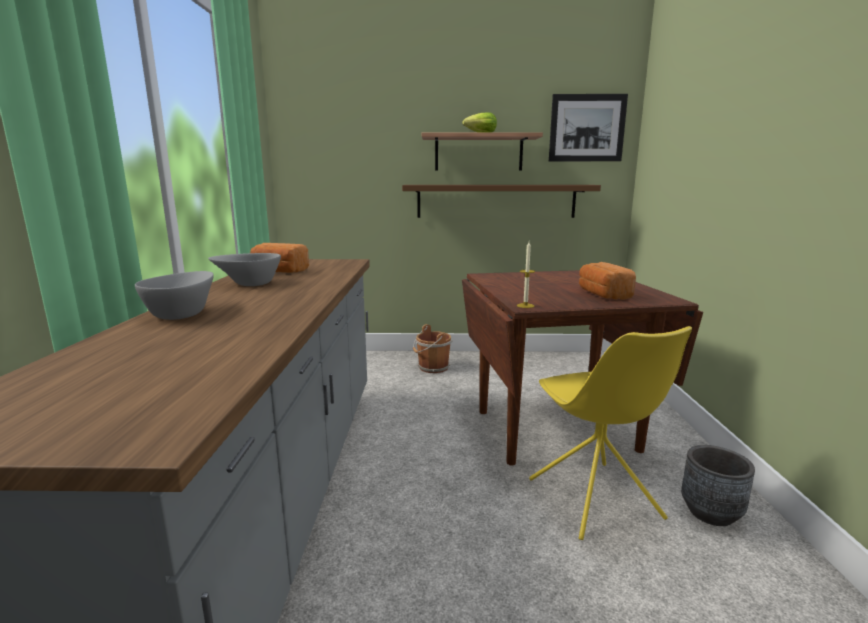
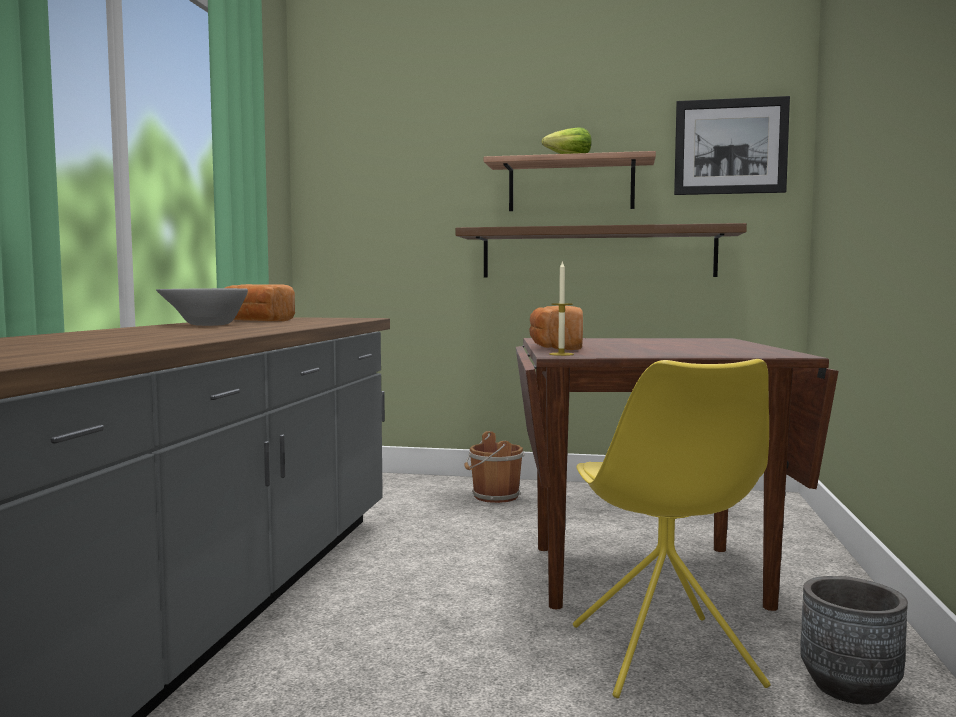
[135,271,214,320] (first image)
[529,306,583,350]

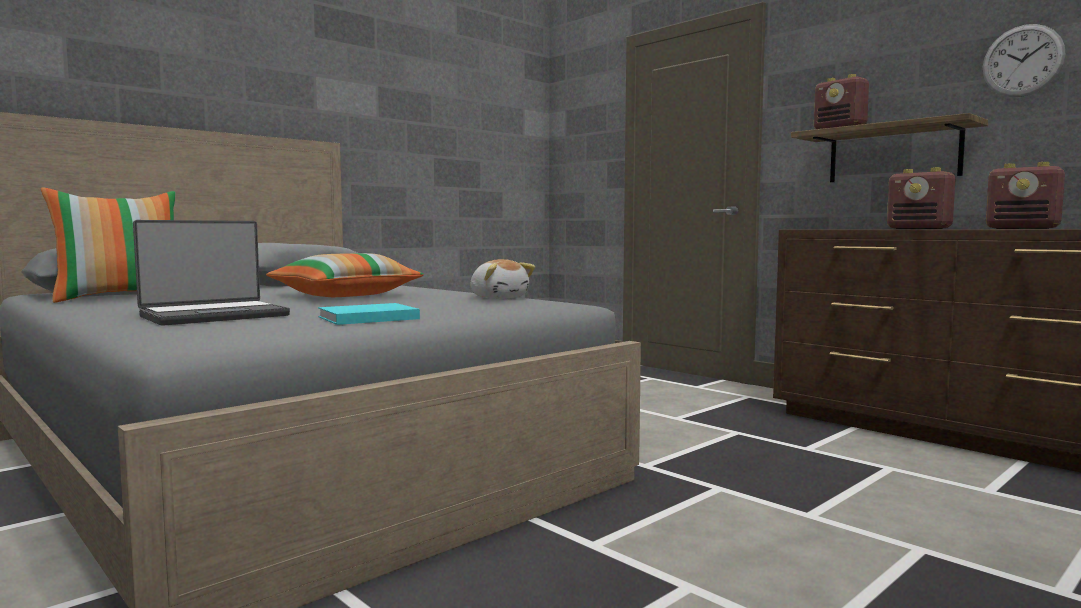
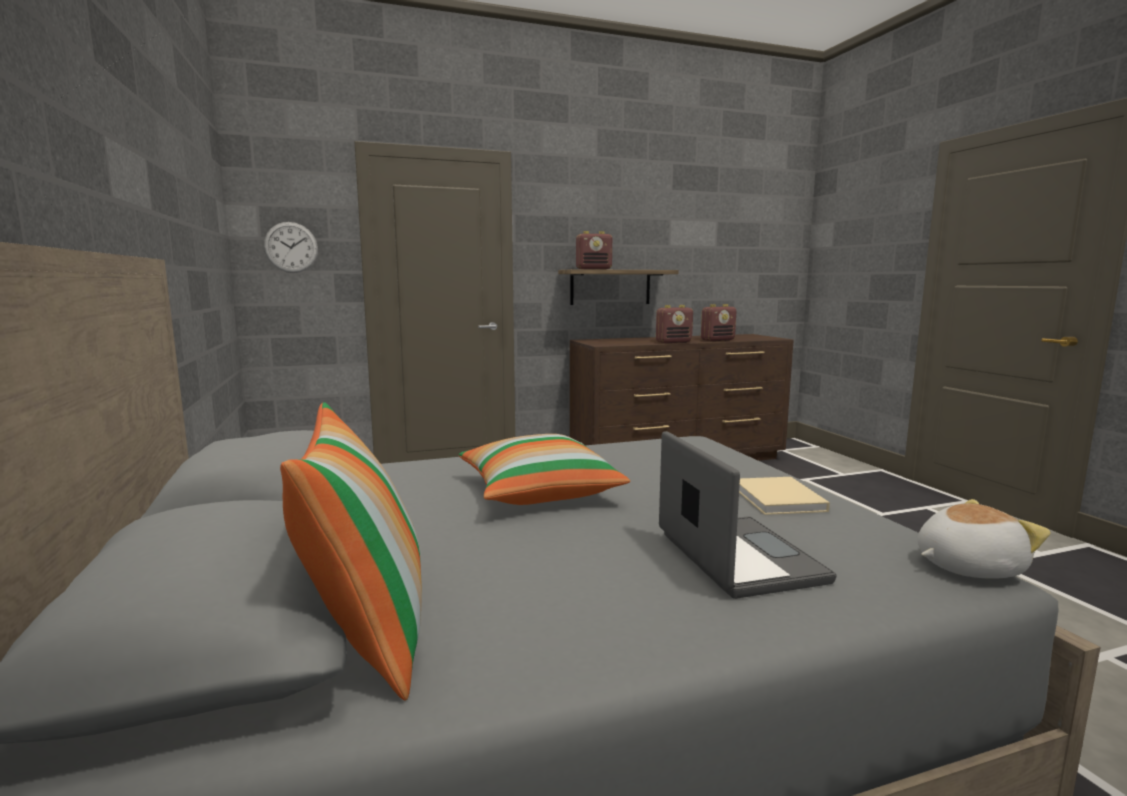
[917,499,1051,579]
[264,222,318,273]
[739,477,830,515]

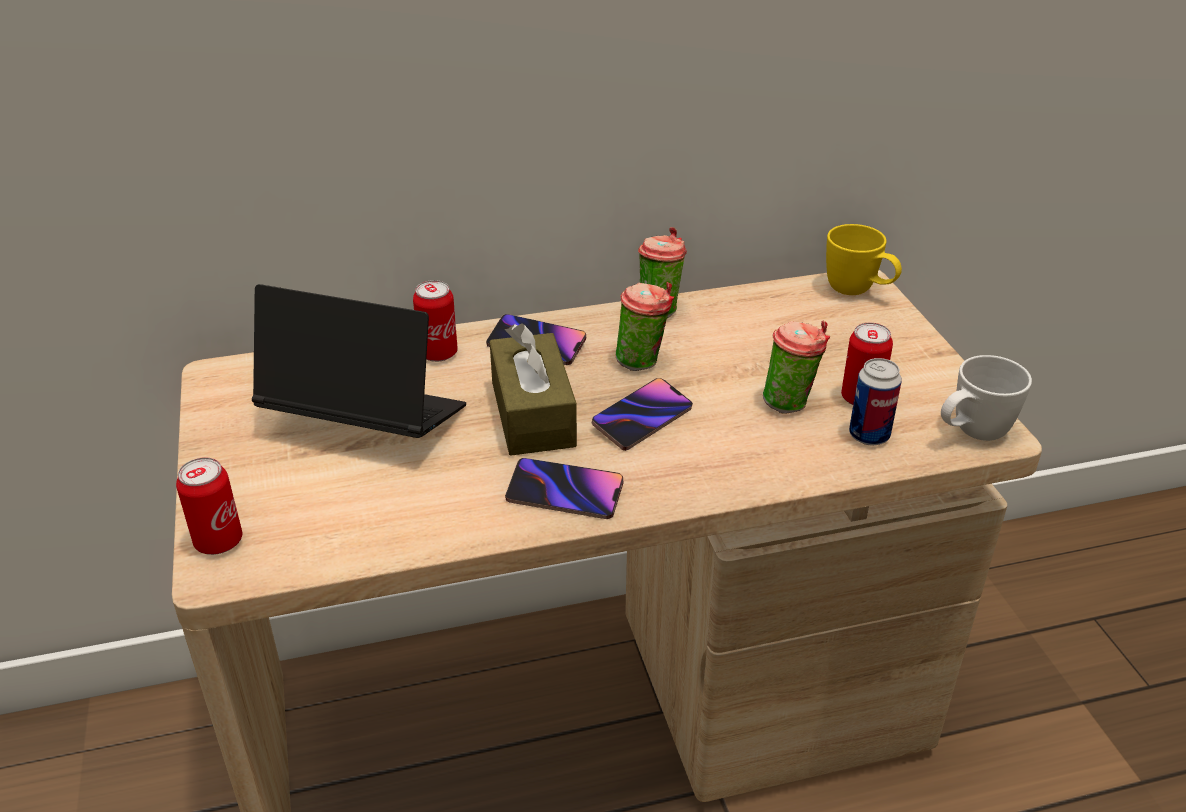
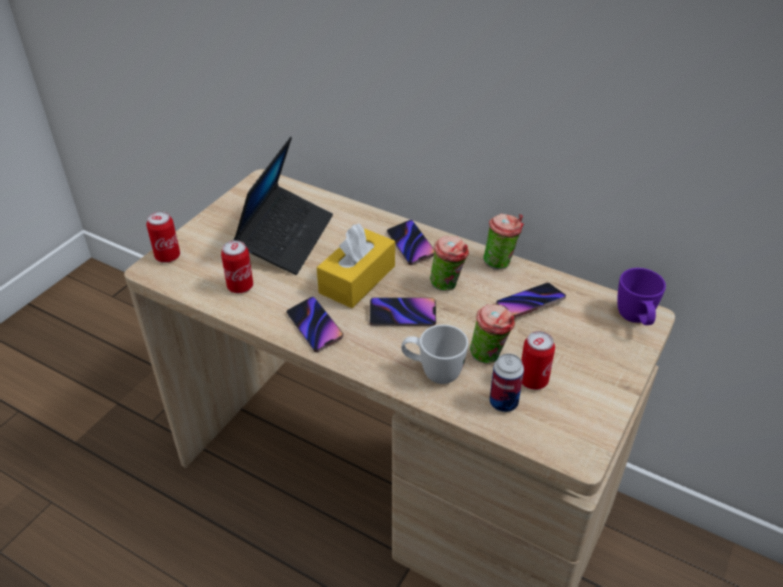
[496,283,566,318]
[221,240,253,293]
[401,325,468,384]
[317,224,395,308]
[617,268,666,325]
[233,137,333,275]

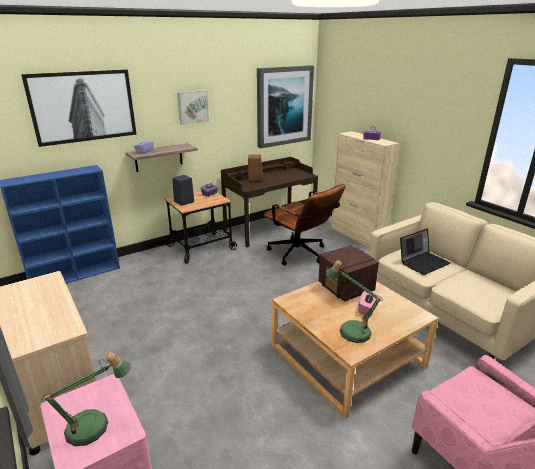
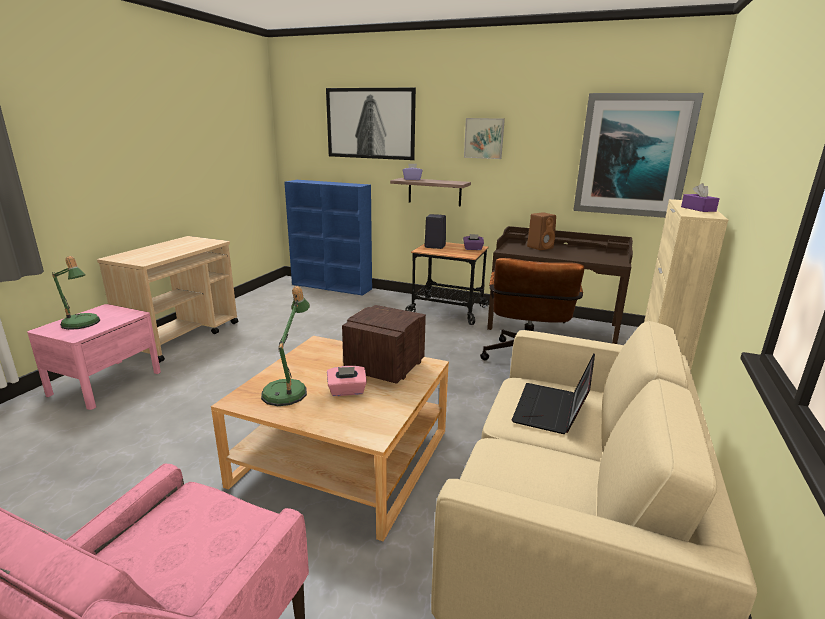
[512,354,595,434]

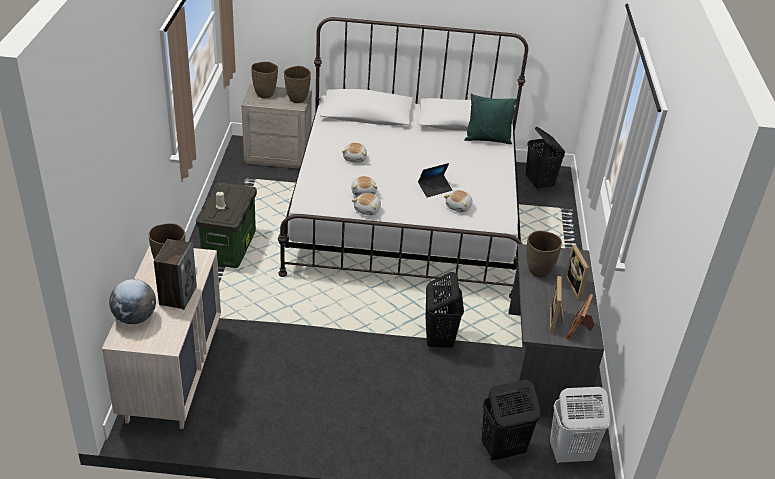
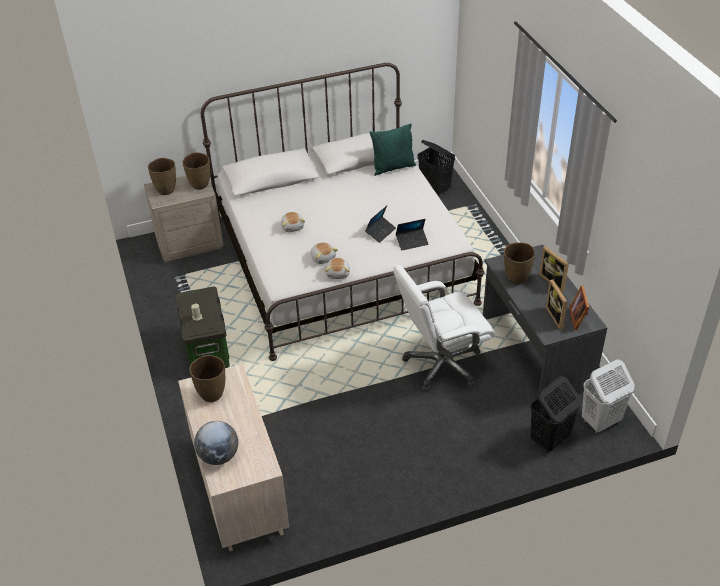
[154,239,197,310] (first image)
[393,265,496,391]
[396,219,429,251]

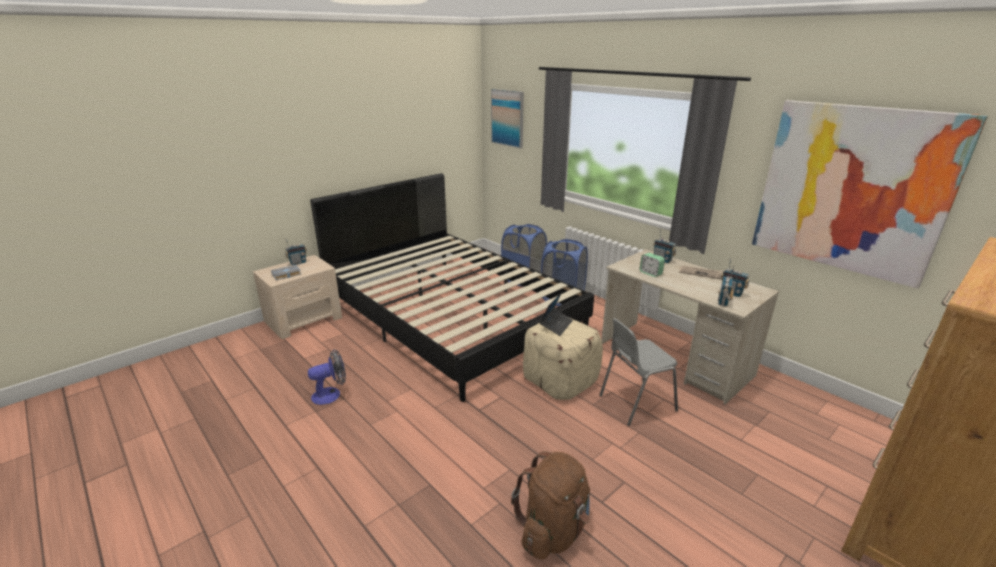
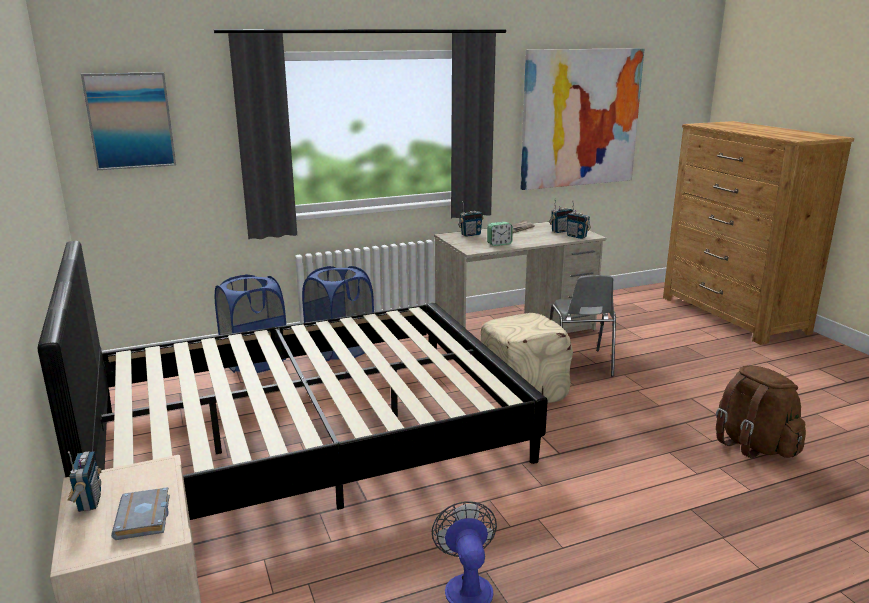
[540,292,573,336] (first image)

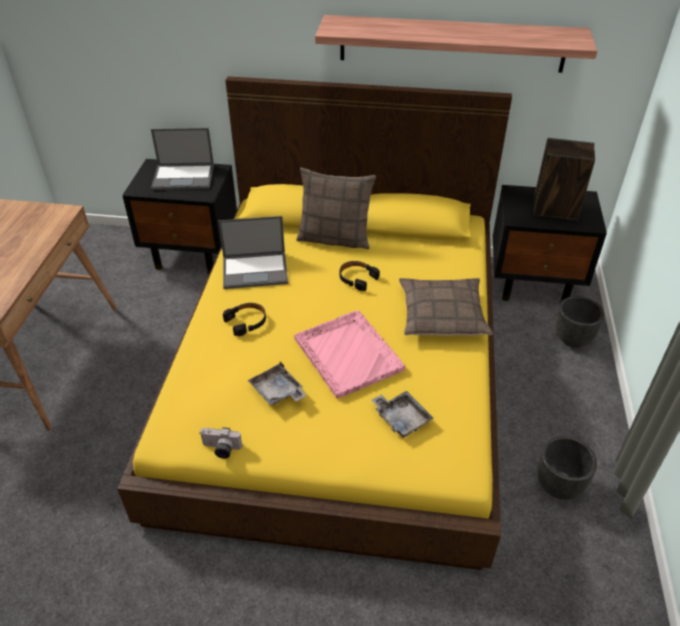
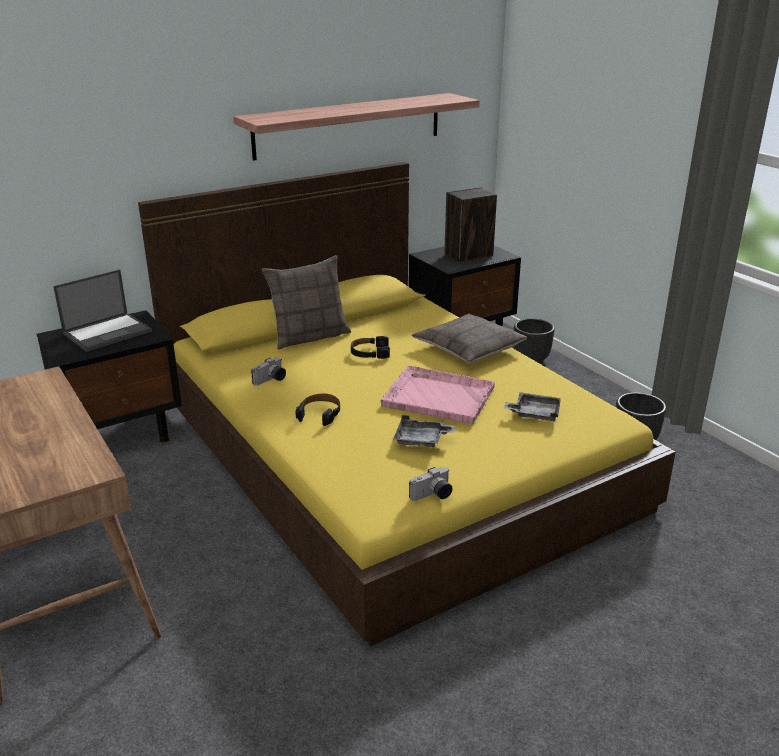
[251,357,286,386]

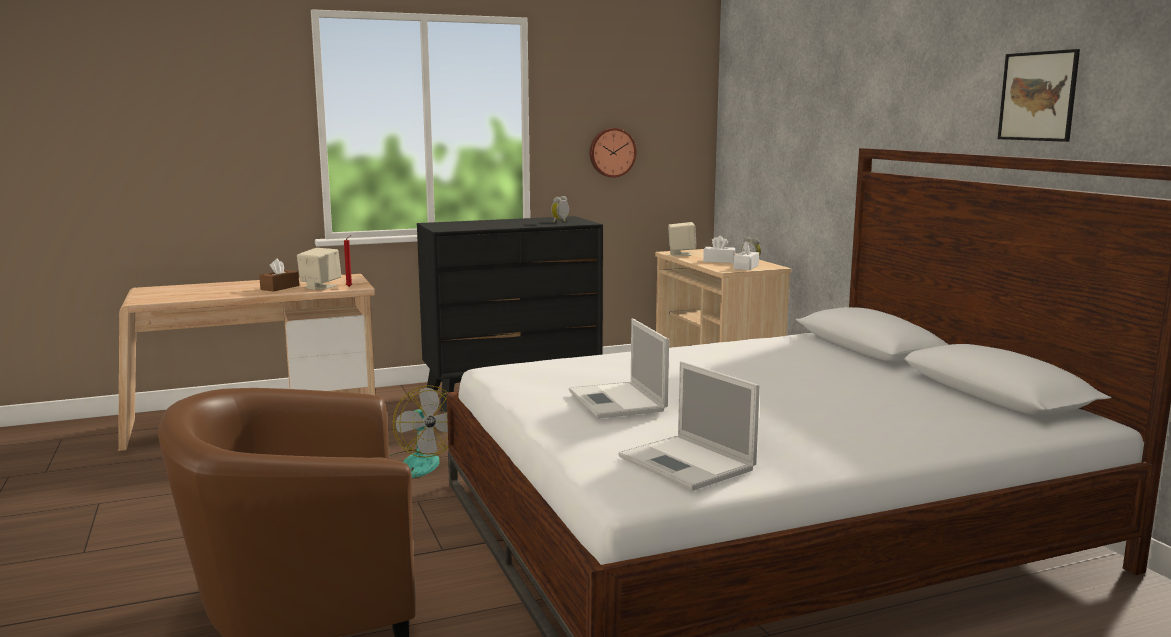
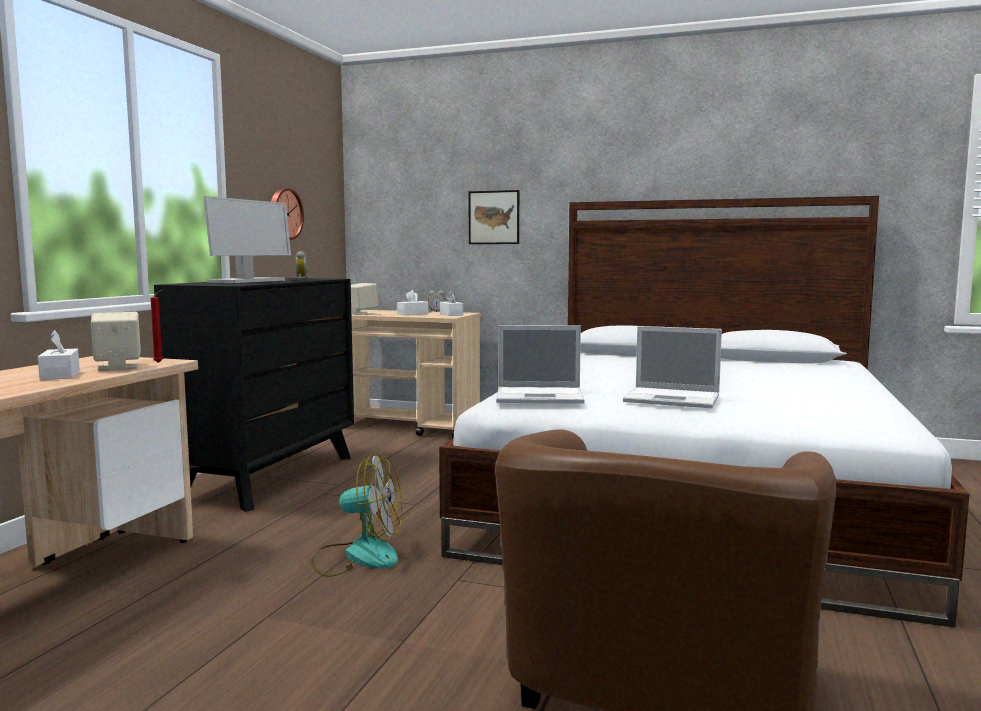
[203,196,291,283]
[496,325,585,404]
[469,190,519,244]
[38,330,80,380]

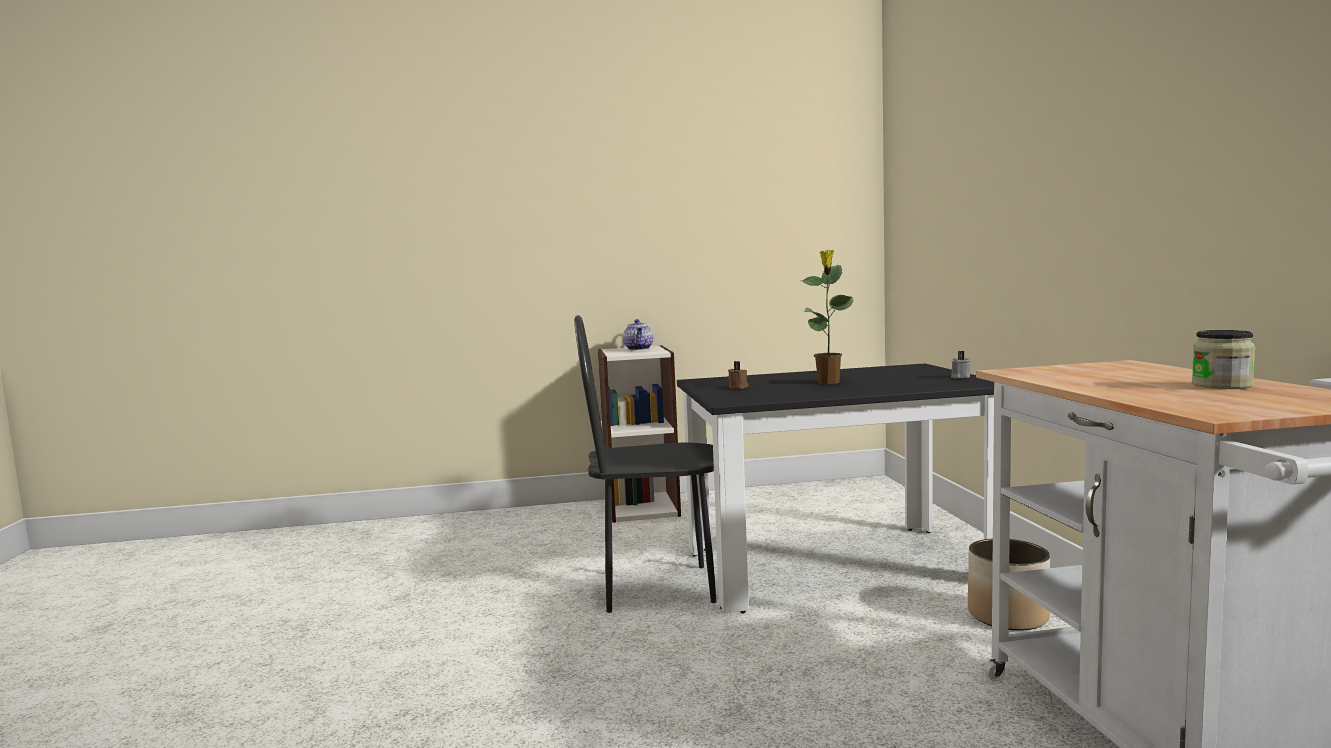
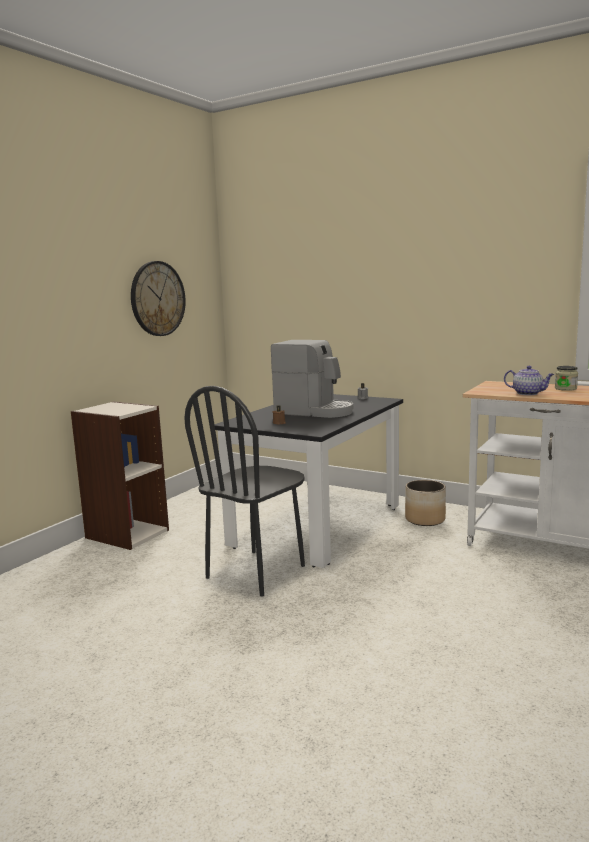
[131,261,186,336]
[504,366,554,395]
[271,340,353,418]

